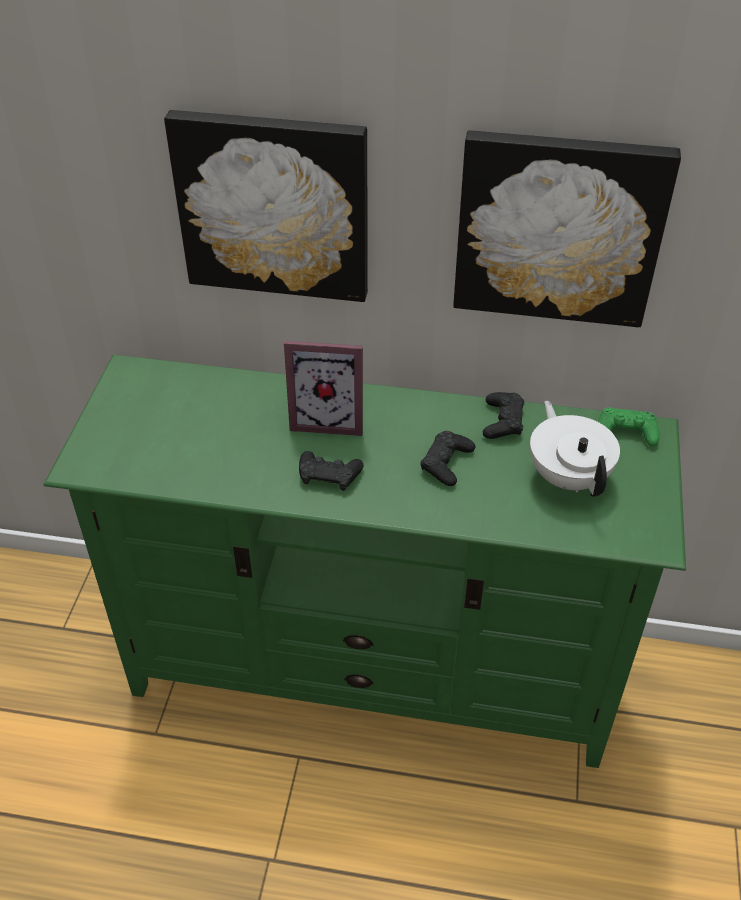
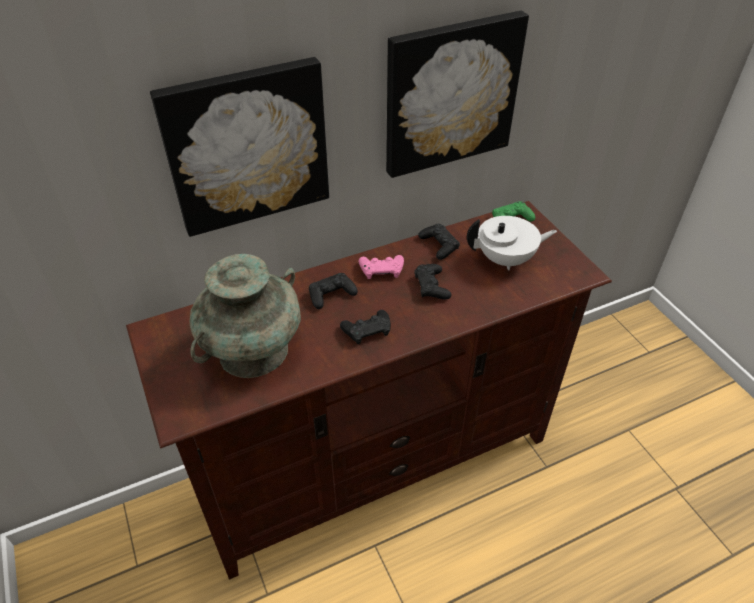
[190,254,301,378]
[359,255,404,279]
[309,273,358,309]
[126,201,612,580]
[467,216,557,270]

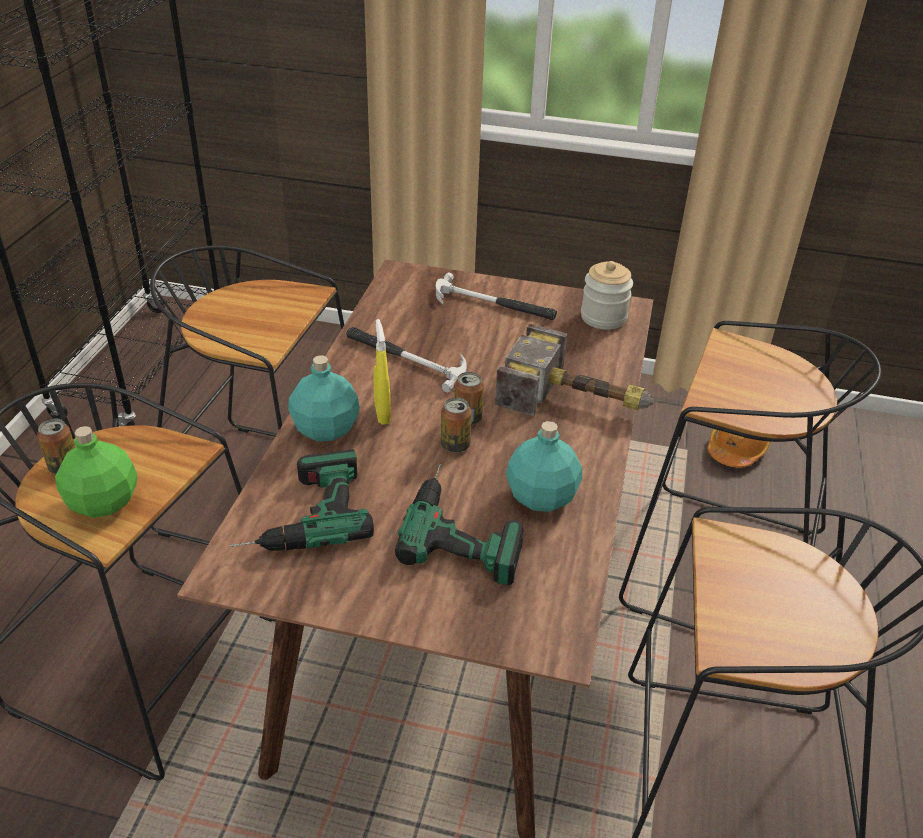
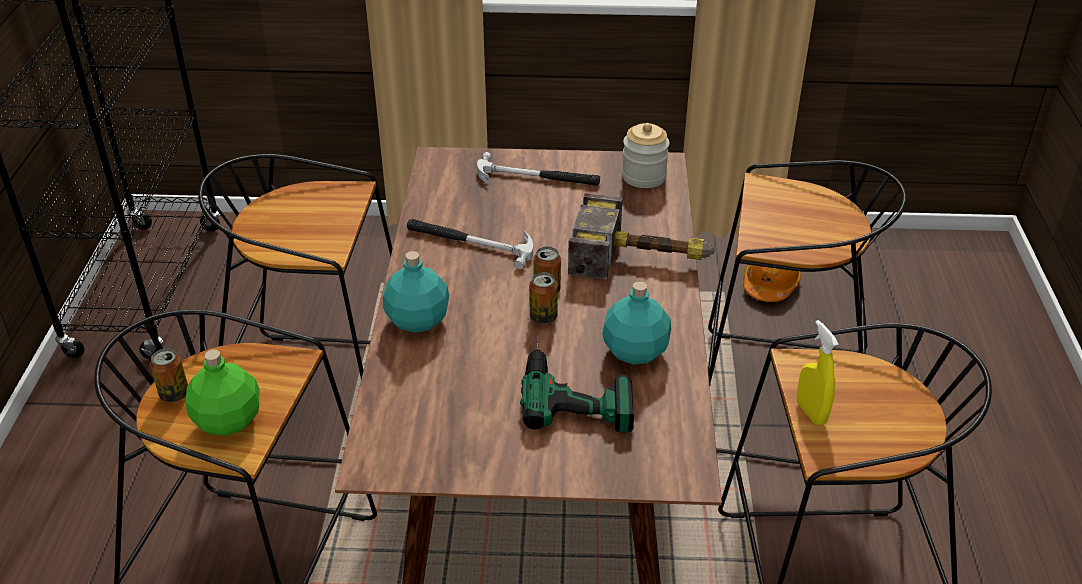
[230,449,374,551] (first image)
[797,320,839,425]

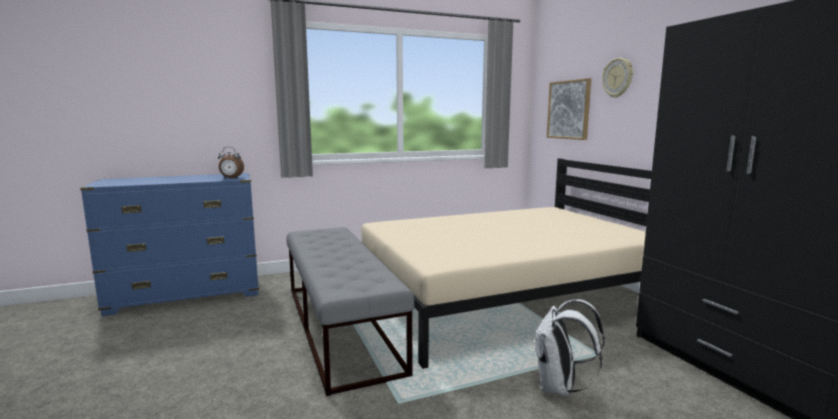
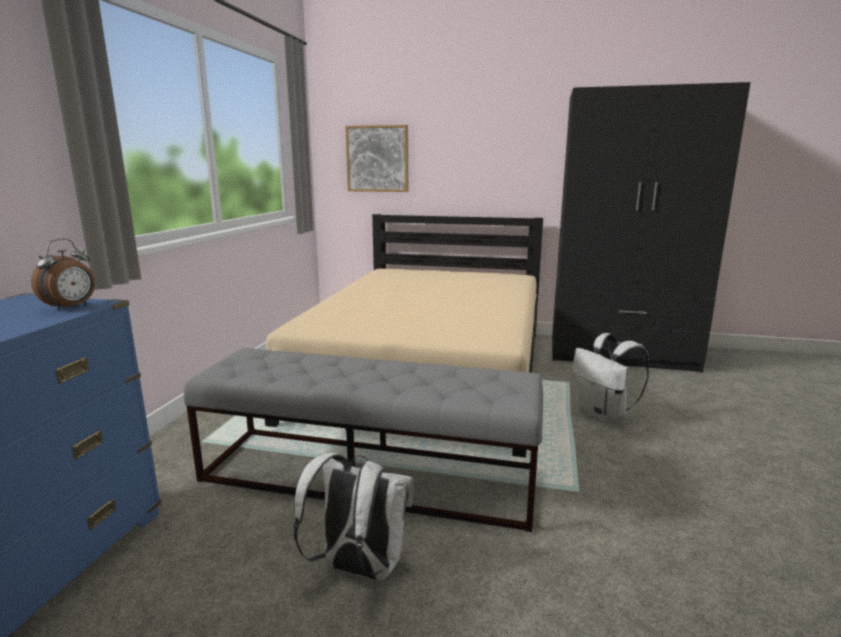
[602,58,633,98] (first image)
[293,453,415,580]

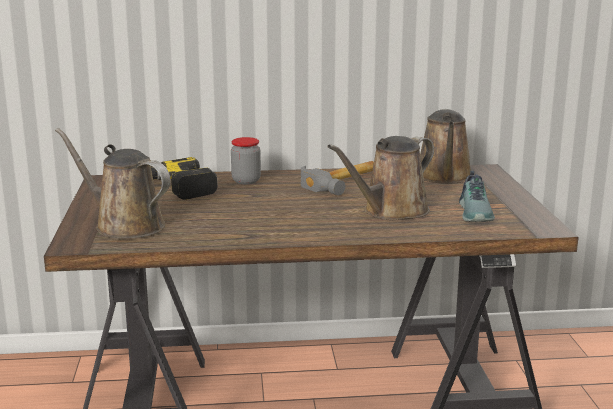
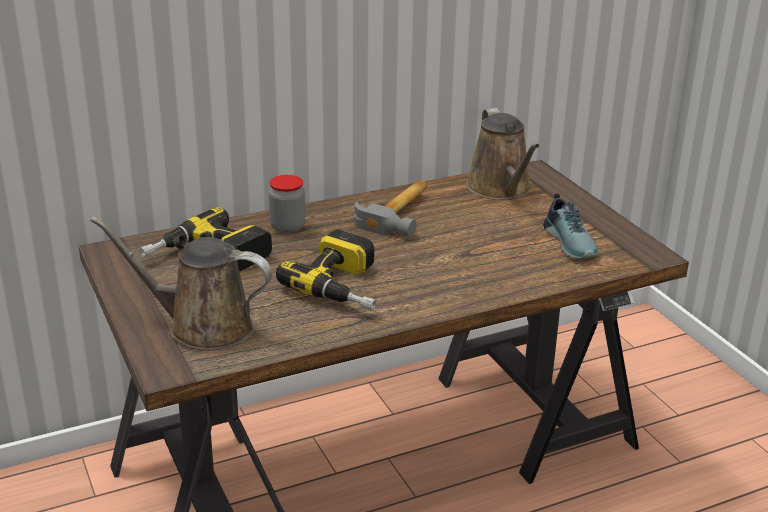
[327,136,434,220] (first image)
[276,229,377,311]

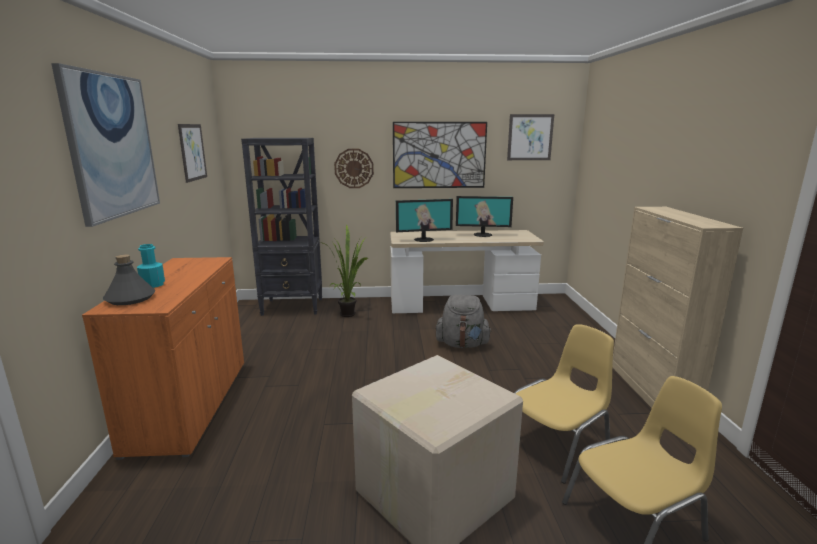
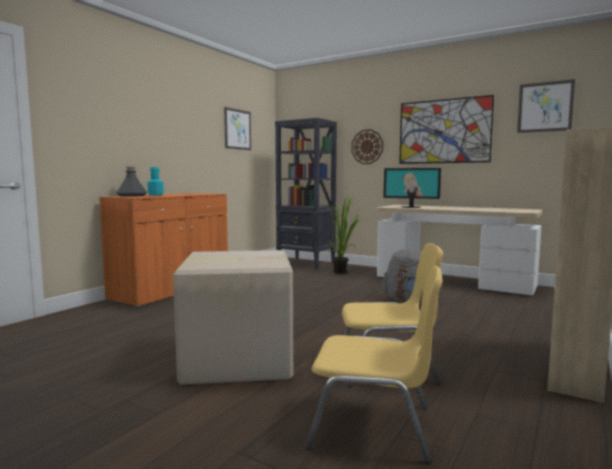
[51,63,160,227] (first image)
[456,196,513,237] (first image)

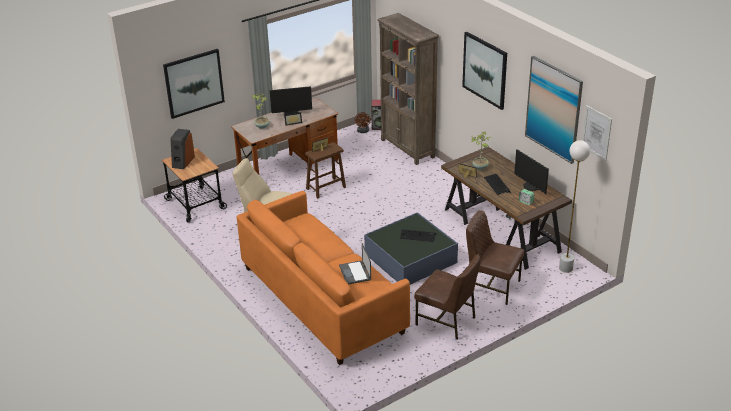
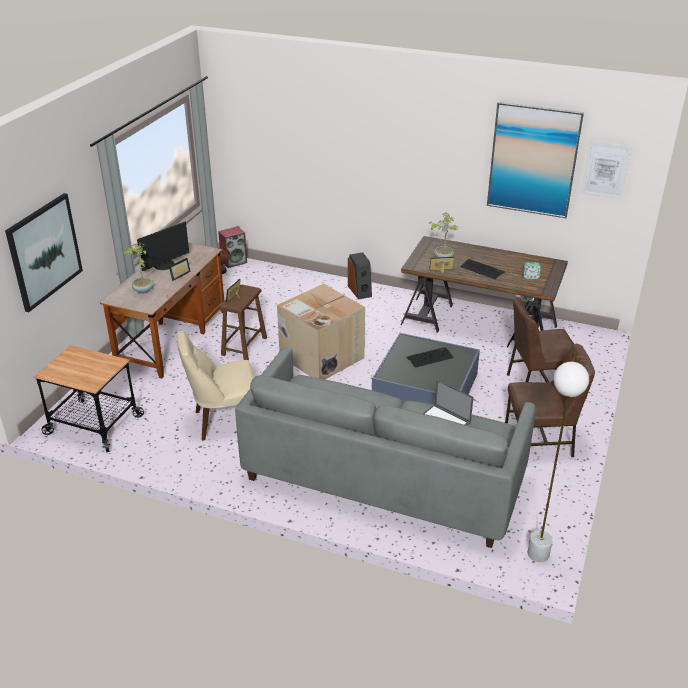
[377,13,439,165] (first image)
[462,32,507,110] (first image)
[514,149,549,194] (first image)
[277,284,365,379]
[348,252,372,299]
[527,362,589,562]
[235,347,536,548]

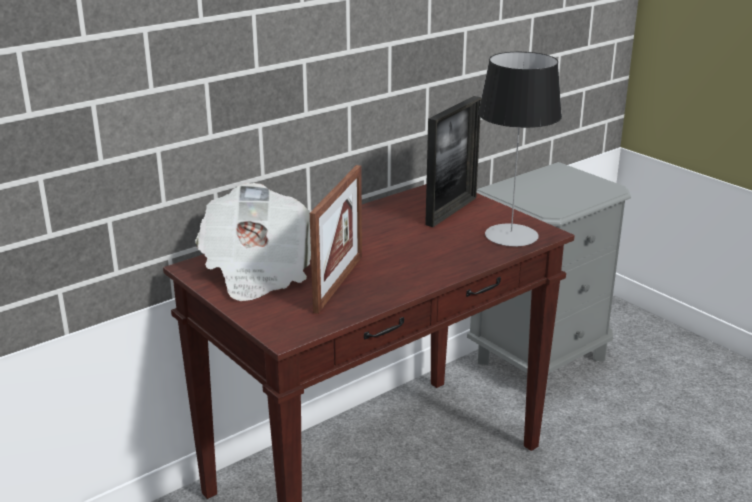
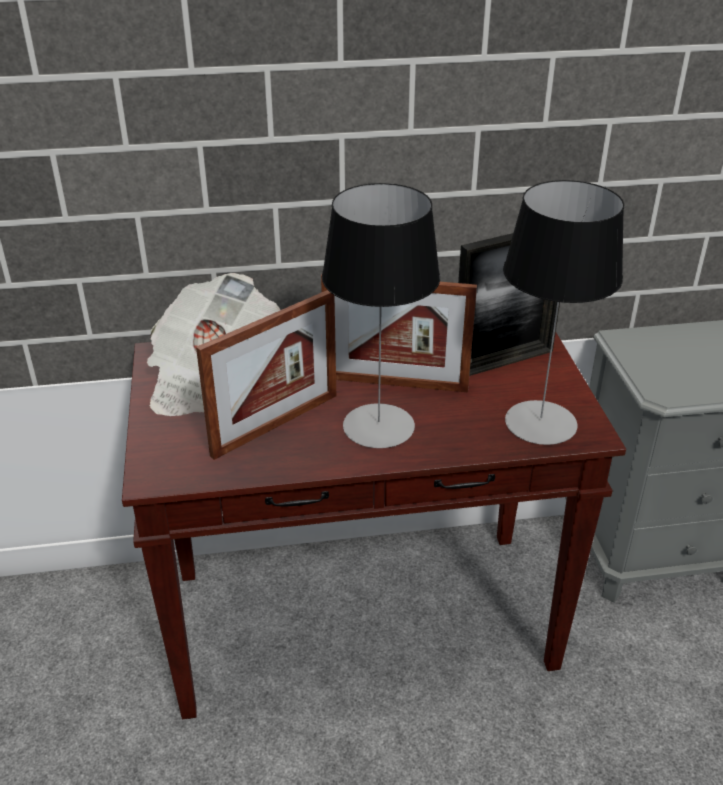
[321,275,477,392]
[322,183,440,448]

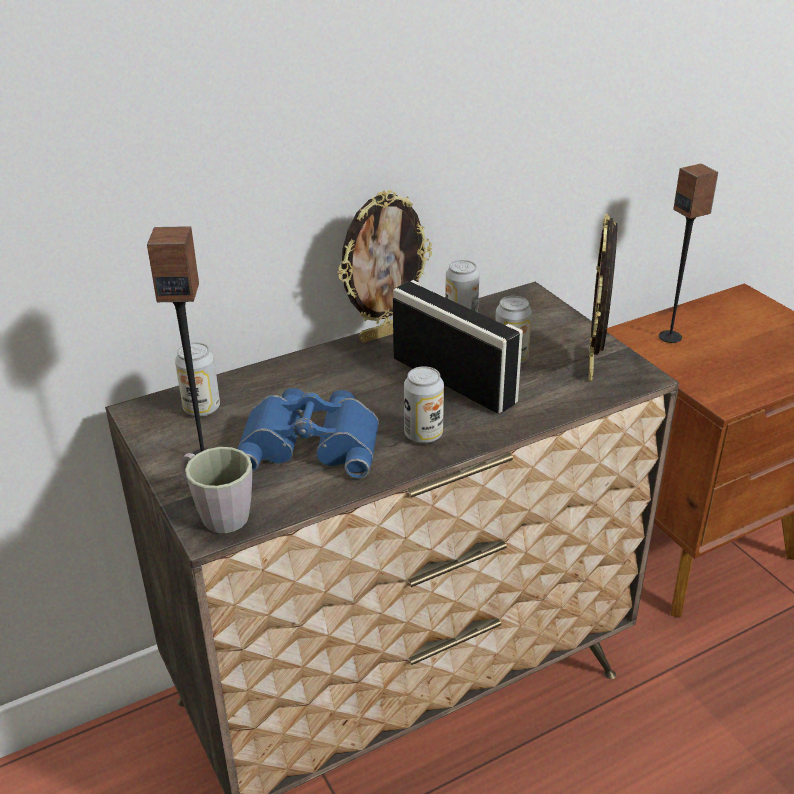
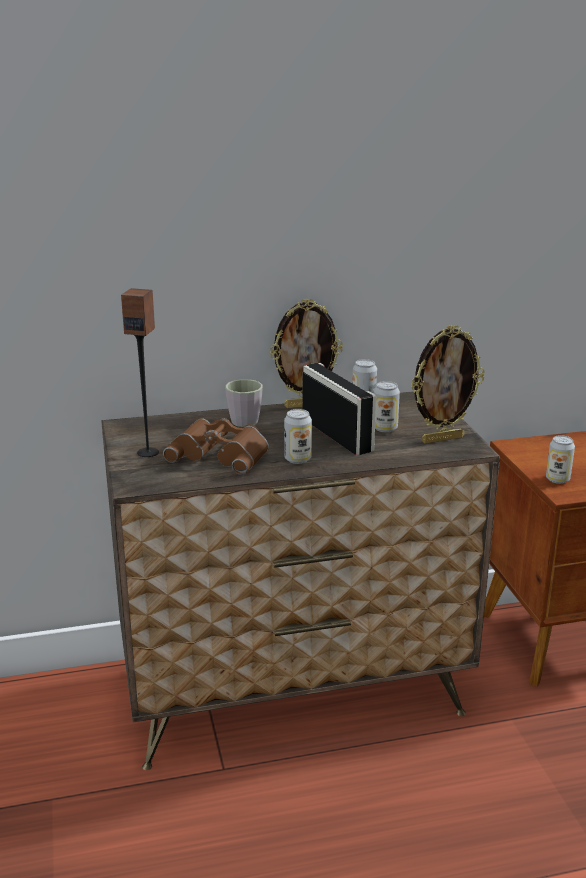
[659,164,718,343] (first image)
[546,435,575,484]
[225,379,263,427]
[163,418,269,475]
[411,325,484,444]

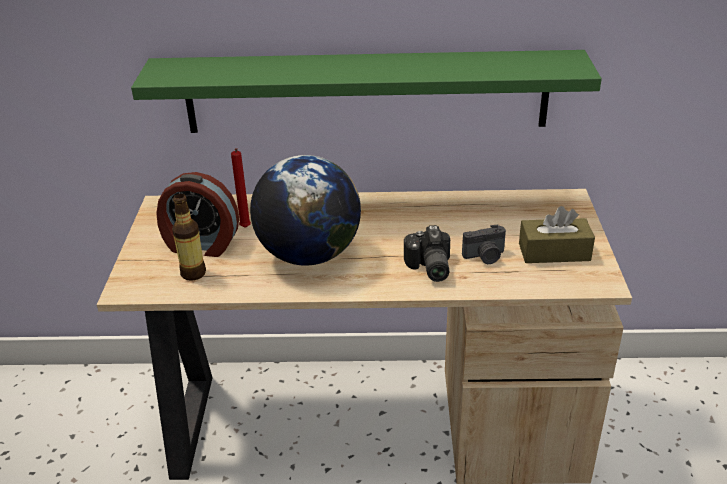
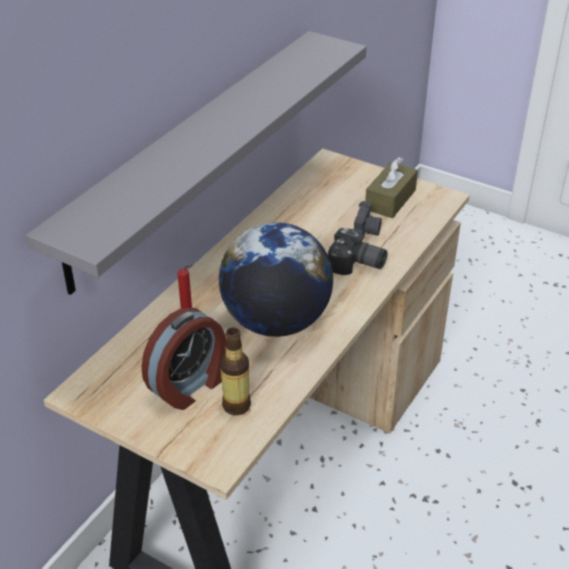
[26,31,367,295]

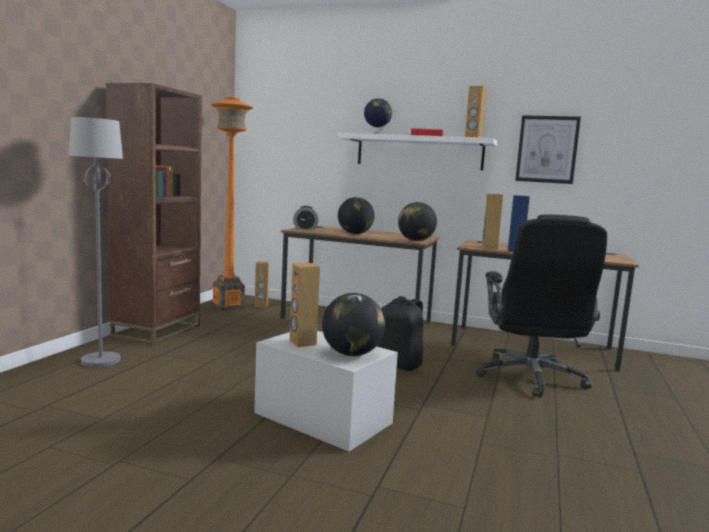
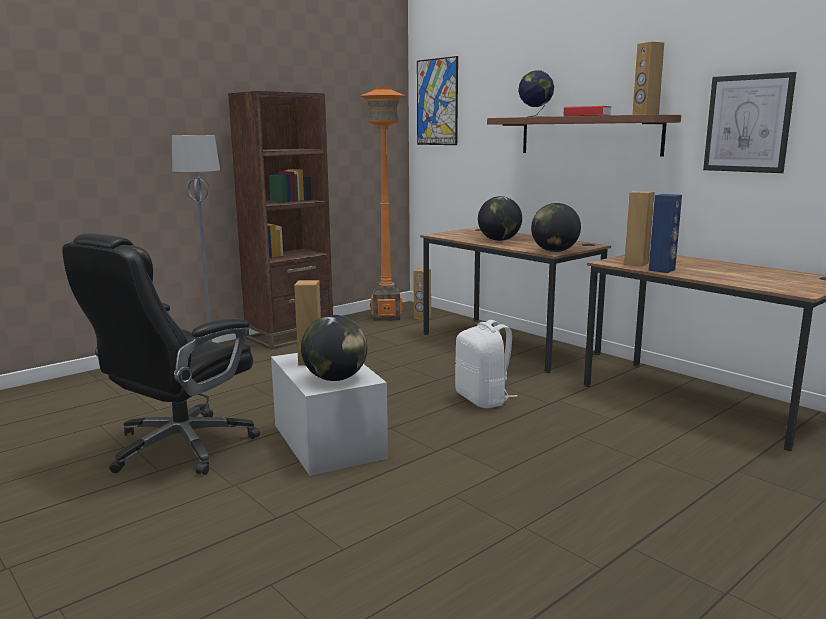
[293,206,319,230] (first image)
[417,56,458,145]
[62,233,260,475]
[487,114,681,157]
[455,320,518,408]

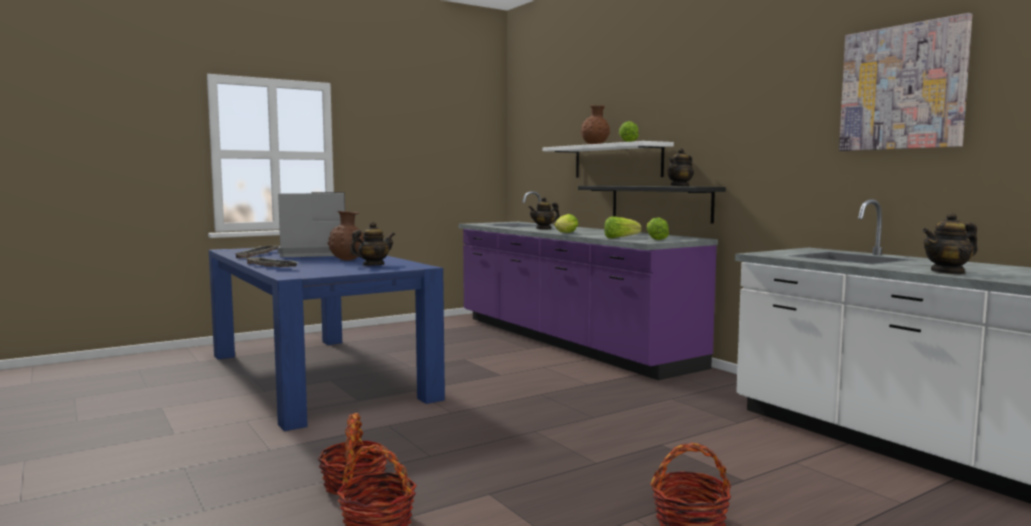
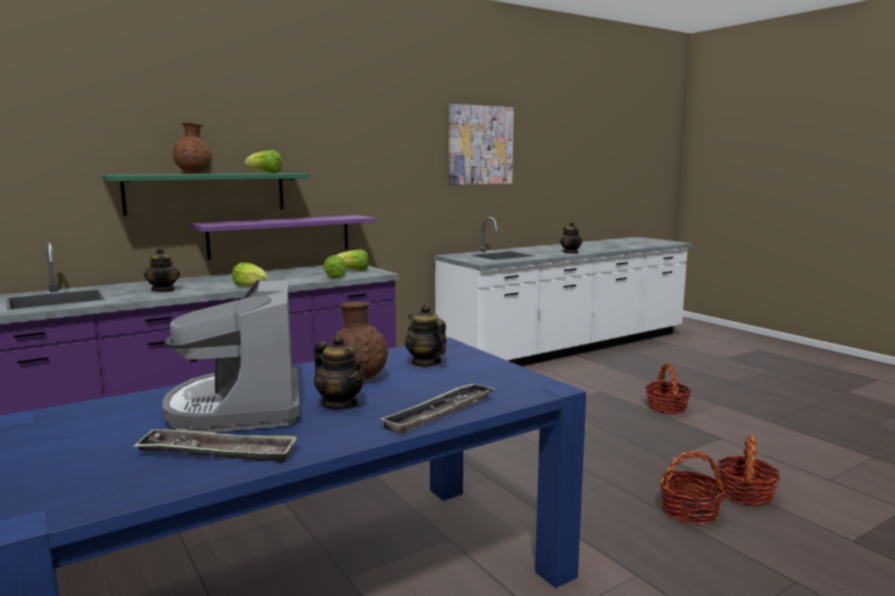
[314,334,365,410]
[102,173,310,216]
[190,215,376,260]

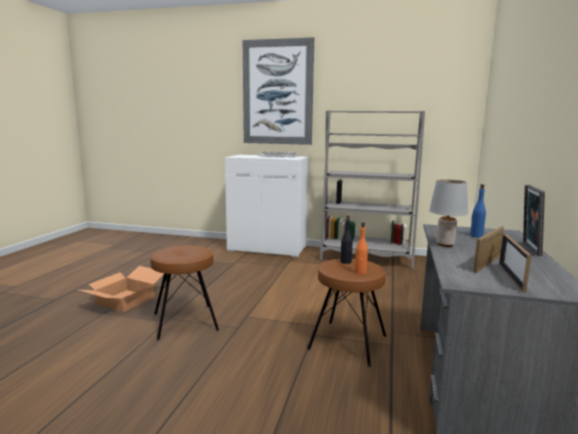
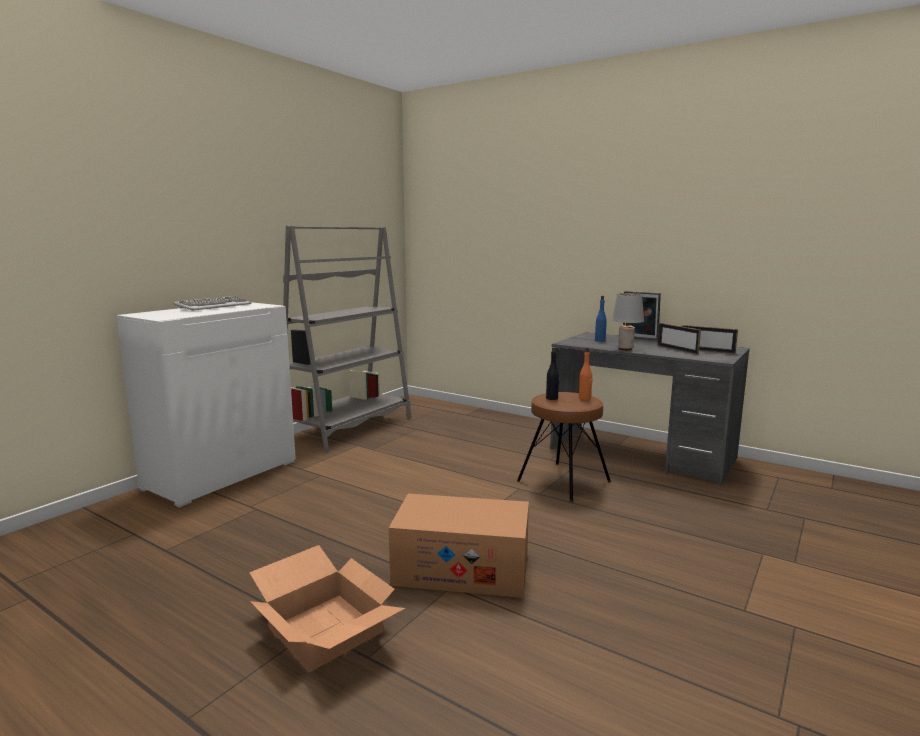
[243,37,314,145] (first image)
[389,494,529,598]

